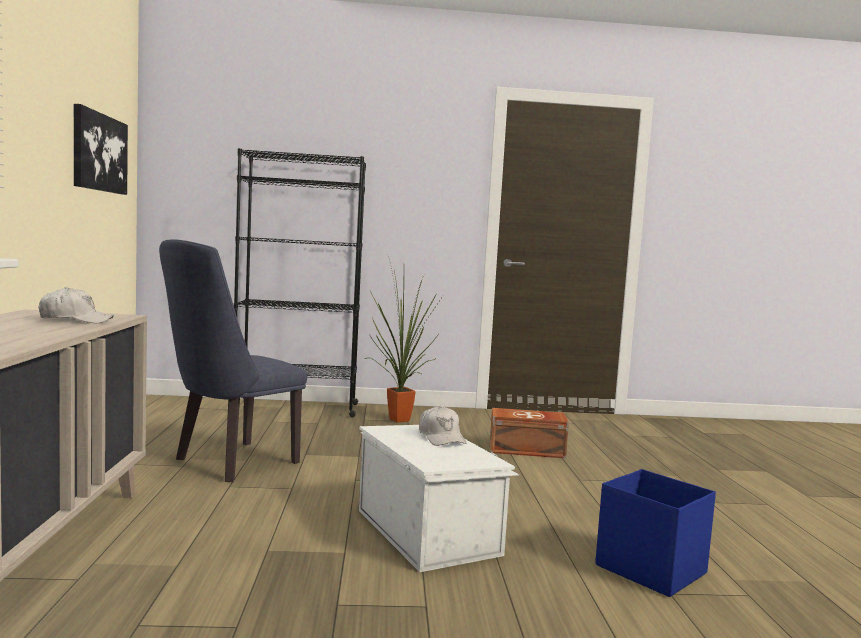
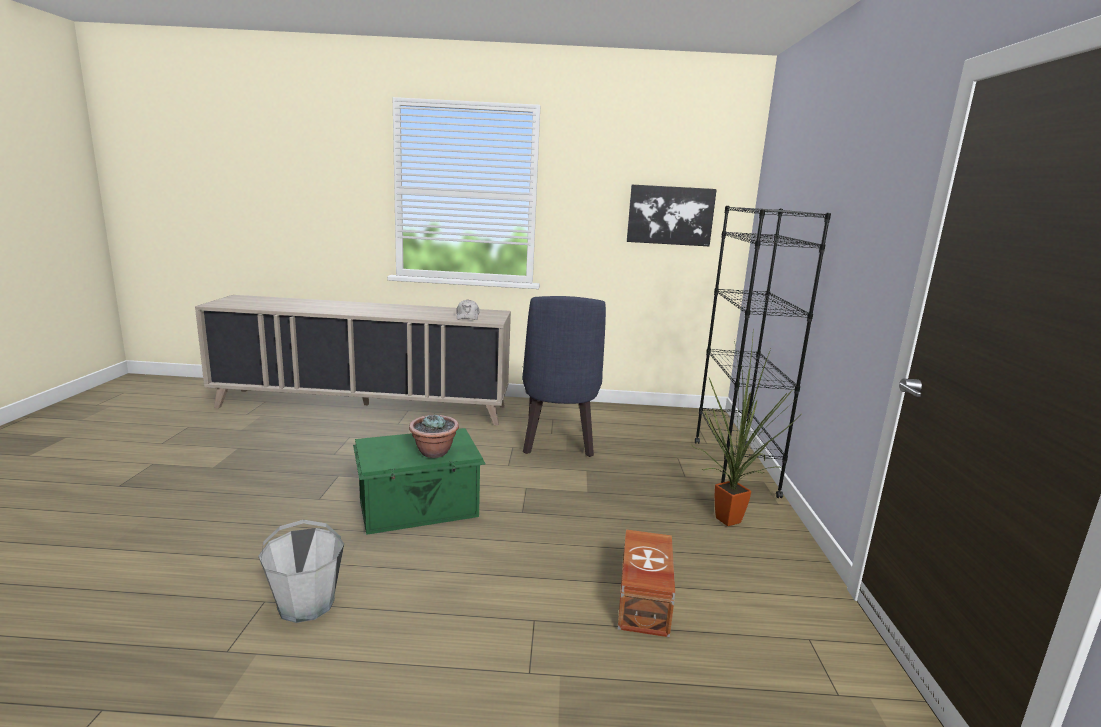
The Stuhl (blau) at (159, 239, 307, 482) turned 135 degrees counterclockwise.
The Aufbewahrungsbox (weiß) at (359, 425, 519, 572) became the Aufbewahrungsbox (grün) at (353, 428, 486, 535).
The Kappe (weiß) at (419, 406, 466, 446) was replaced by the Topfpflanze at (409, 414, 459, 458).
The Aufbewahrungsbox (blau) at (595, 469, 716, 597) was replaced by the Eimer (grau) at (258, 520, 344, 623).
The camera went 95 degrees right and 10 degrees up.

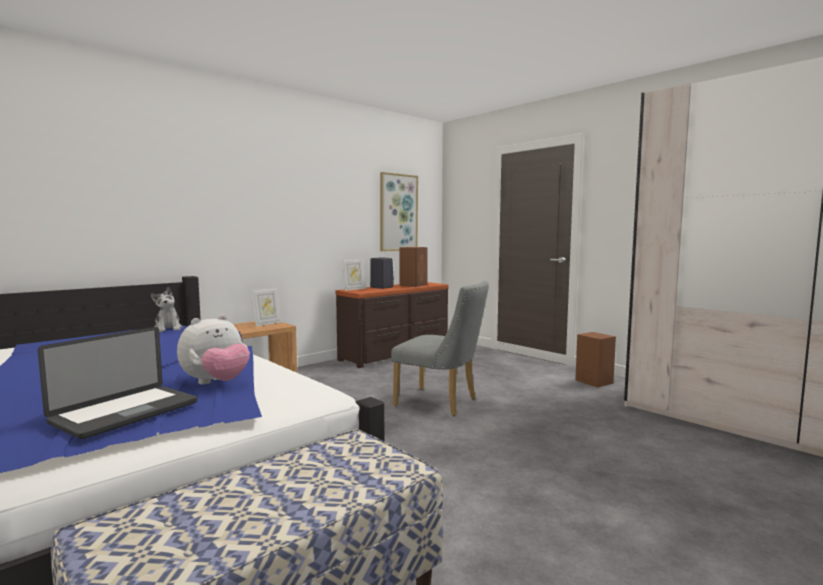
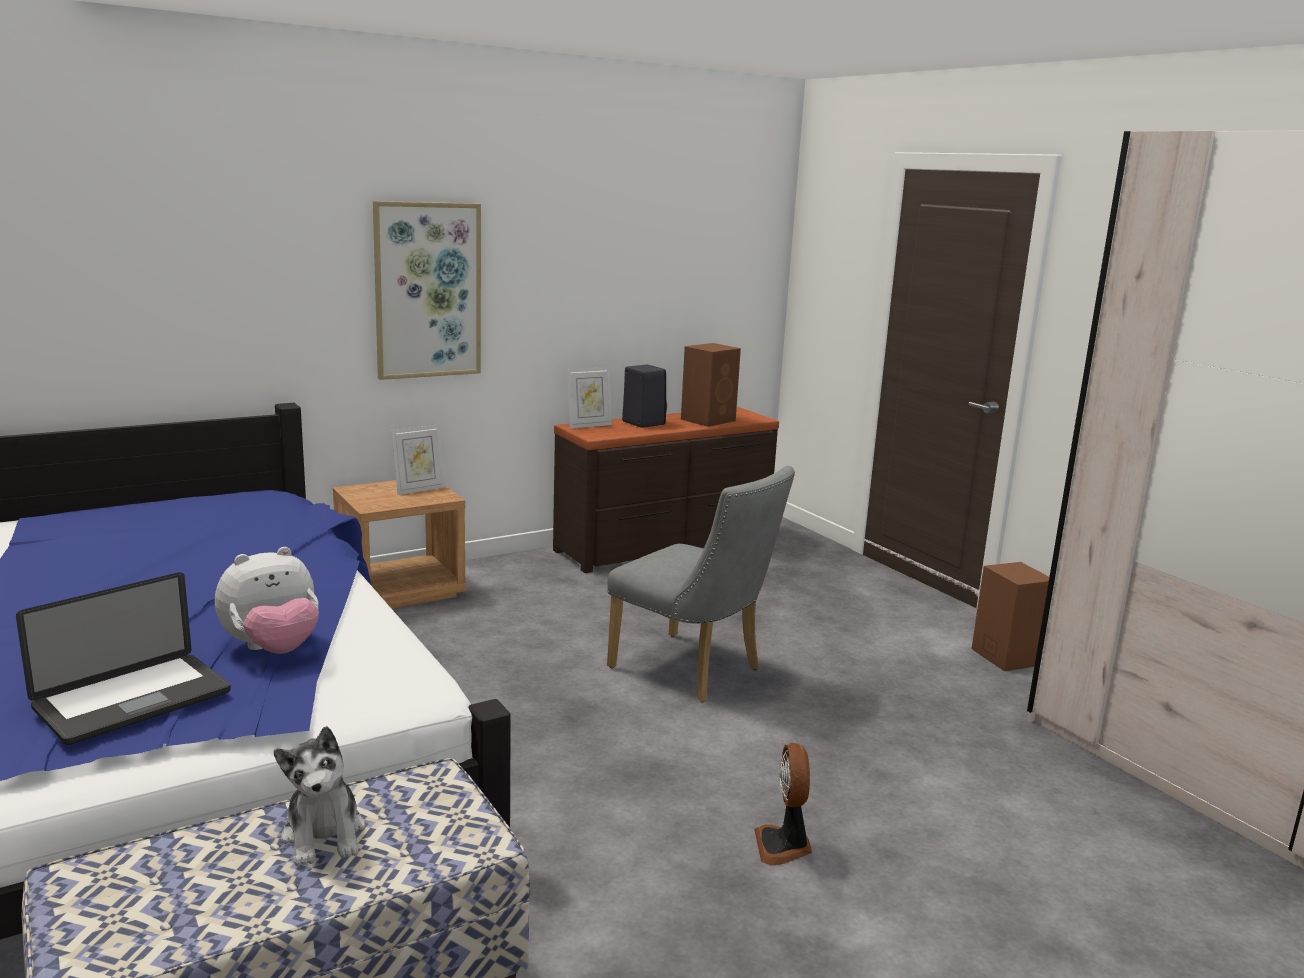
The Plüschtier moved from (151, 287, 183, 332) to (274, 726, 365, 866).
The Bild moved from (380, 172, 418, 251) to (373, 201, 481, 380).
The Ventilator at (754, 743, 812, 866) appeared.
The camera went 10 degrees right and 10 degrees up.

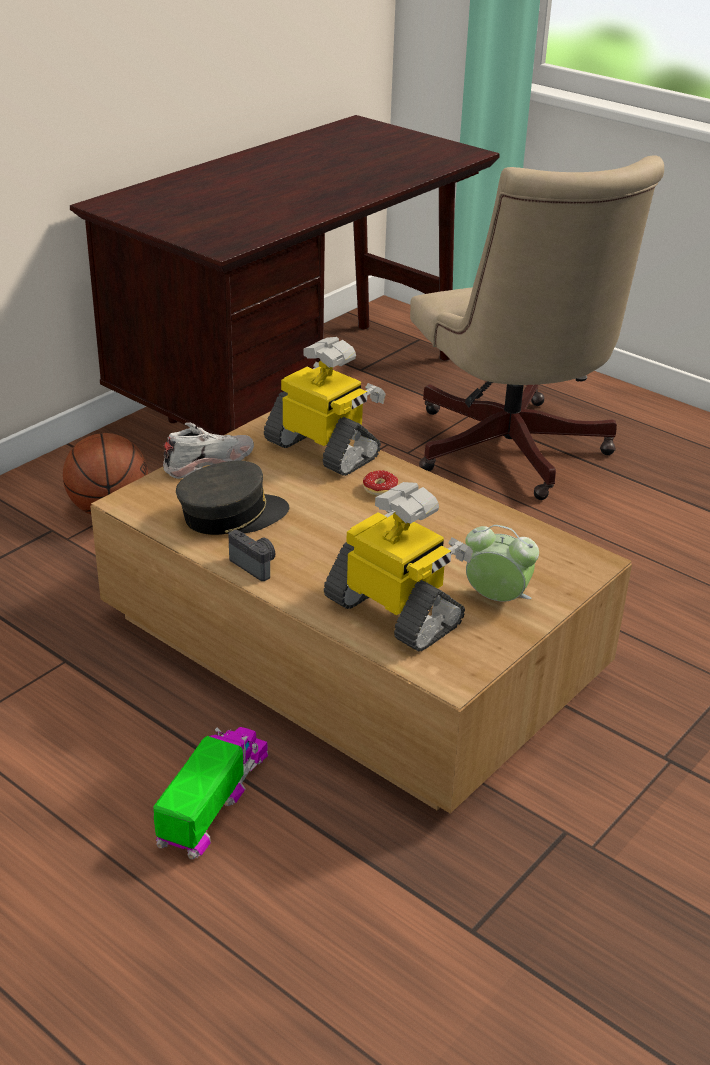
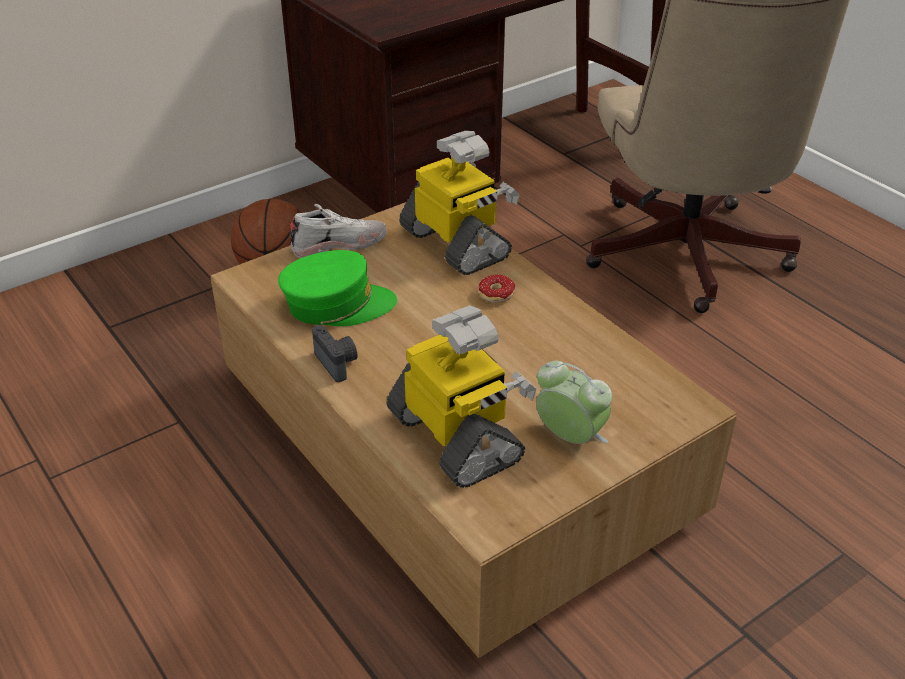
The Spielzeuglaster at (153, 727, 268, 859) disappeared.
The Kappe (grau) at (176, 461, 289, 535) became the Kappe (grün) at (278, 250, 397, 326).
The camera went 15 degrees right and 5 degrees up.

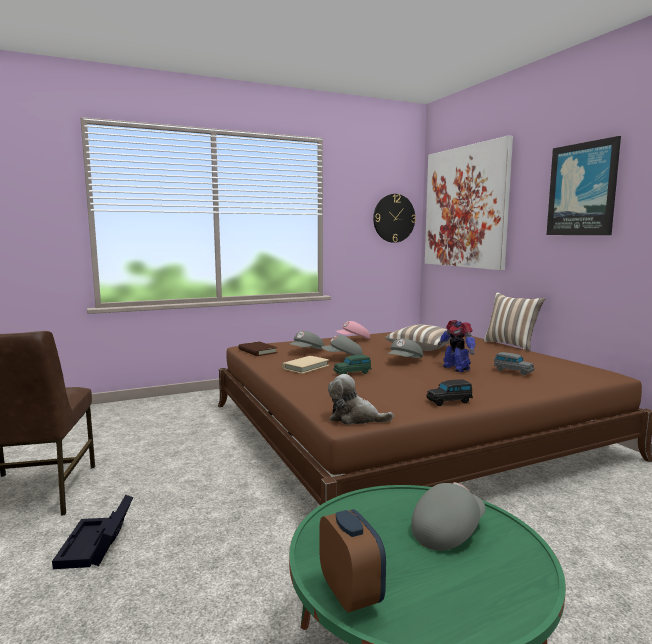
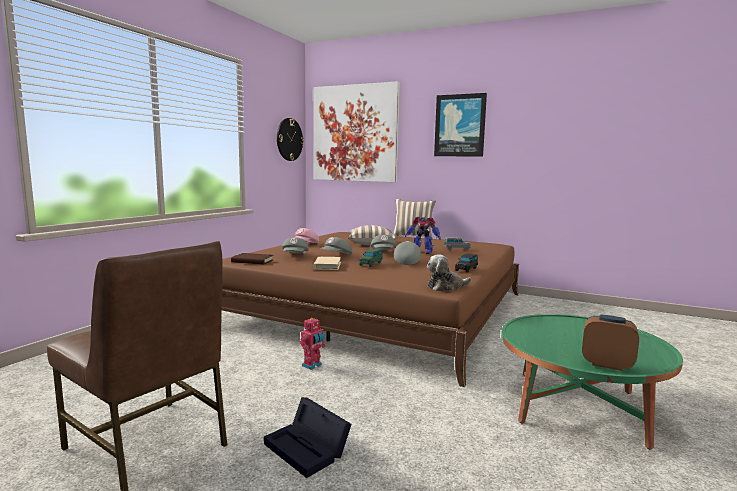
The Kappe (grau) moved from (411, 482, 486, 551) to (394, 241, 421, 265).
The Spielzeugroboter at (300, 317, 325, 370) appeared.
The camera went 40 degrees left and 0 degrees up.

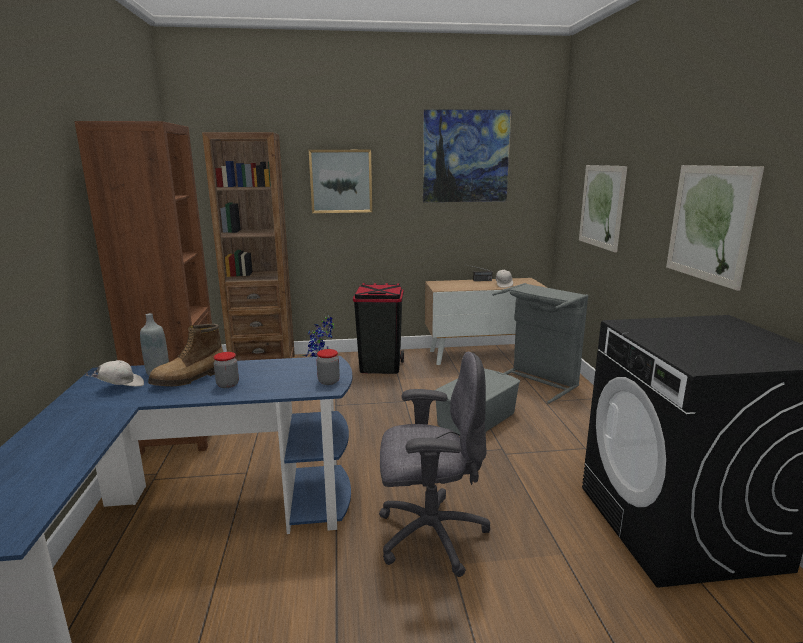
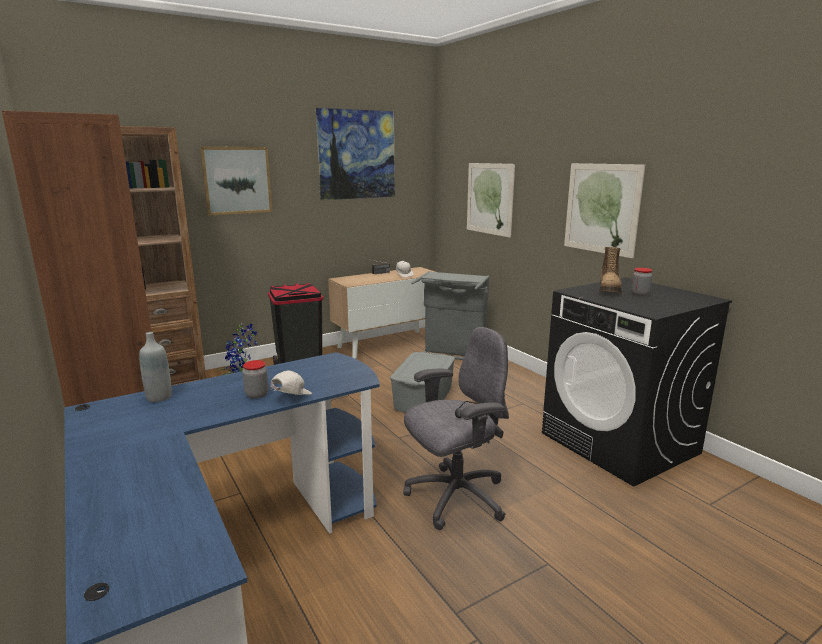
The Kappe (weiß) moved from (85, 360, 144, 387) to (271, 371, 312, 395).
The Stiefel moved from (148, 324, 223, 386) to (599, 247, 621, 293).
The Vorratsglas moved from (317, 349, 340, 385) to (631, 268, 653, 296).
The camera went 25 degrees left and 0 degrees up.

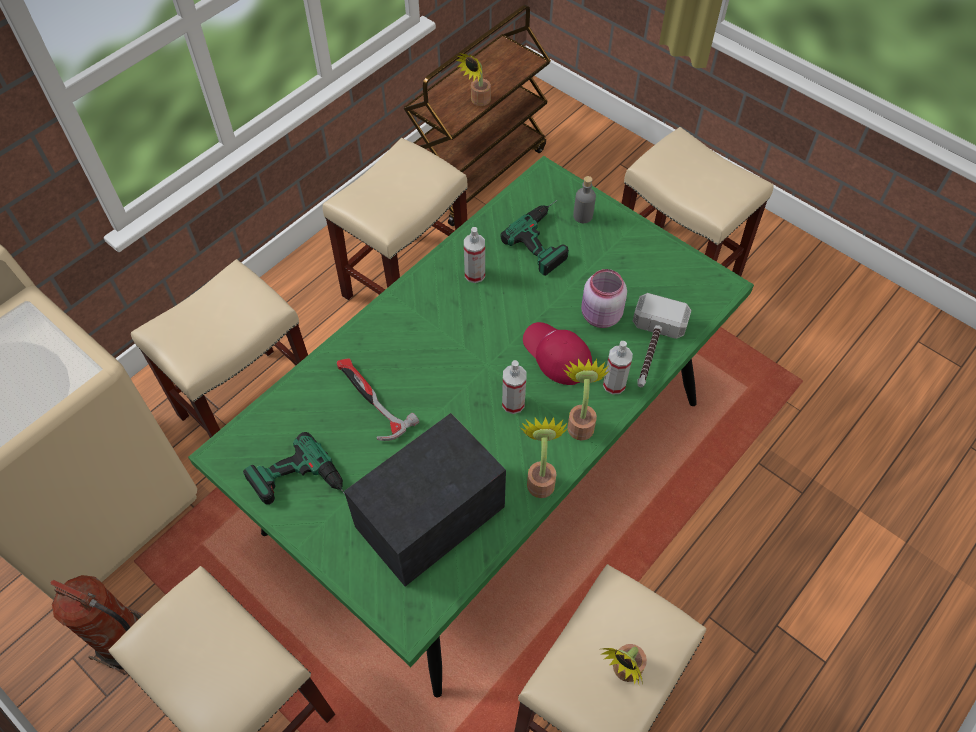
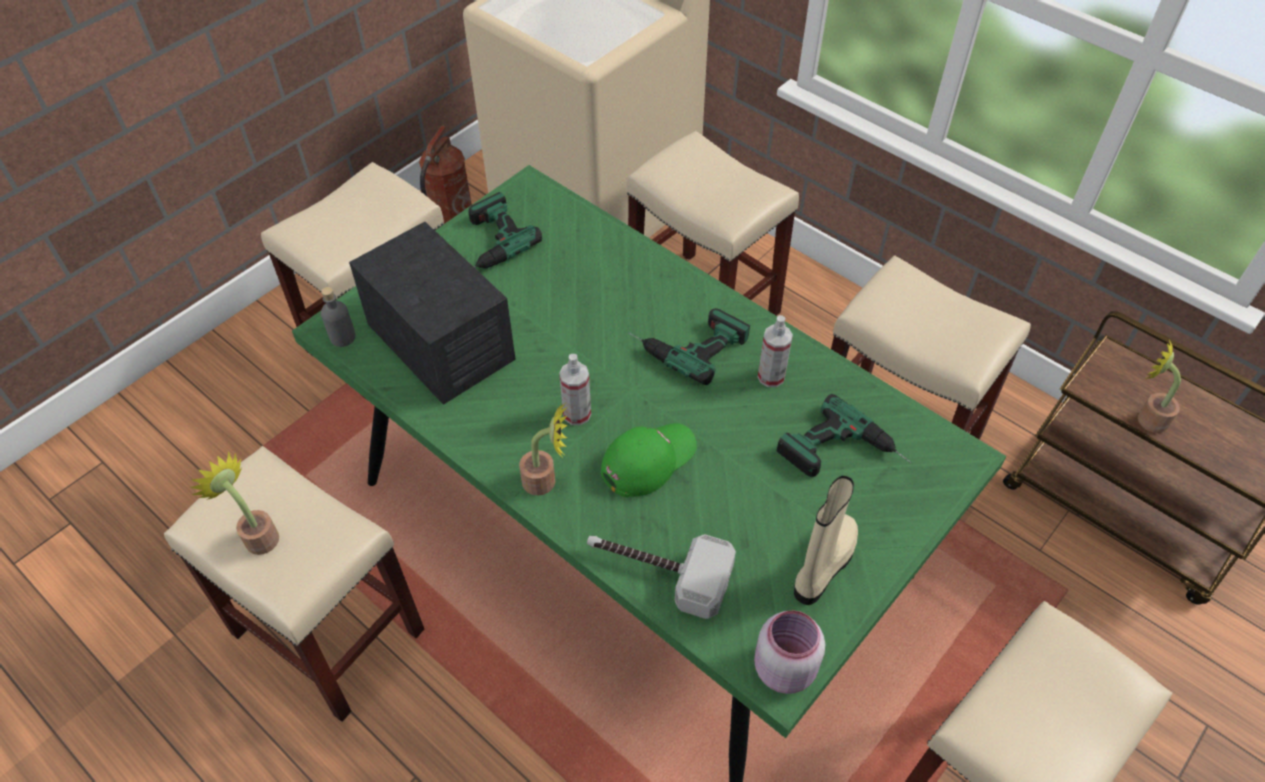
The Hammer at (337, 359, 419, 441) disappeared.
The Topfpflanze at (520, 417, 568, 498) disappeared.
The Kappe (rot) at (523, 322, 592, 385) became the Kappe (grün) at (601, 423, 697, 498).
The Flasche (grau) moved from (573, 176, 596, 223) to (321, 287, 356, 347).
The Vorratsglas (rosa) moved from (581, 269, 627, 328) to (754, 611, 825, 694).
The Sprühflasche at (603, 341, 633, 395) disappeared.
The Bohrmaschine at (628, 308, 750, 385) appeared.
The Stiefel (beige) at (794, 476, 858, 605) appeared.
The camera went 90 degrees right and 5 degrees down.

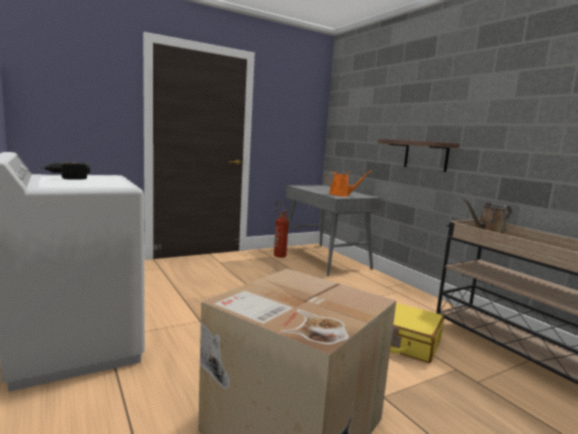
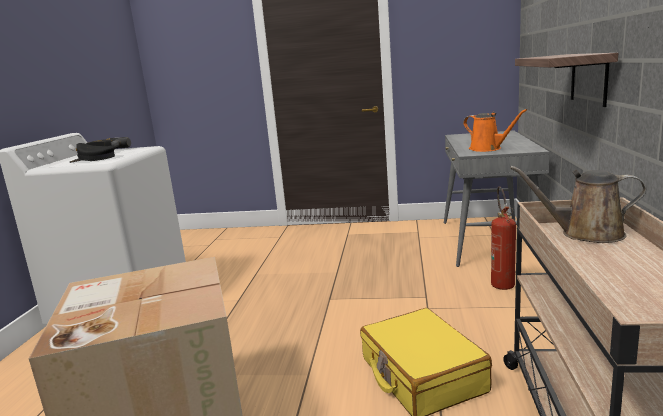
The Feuerlöscher moved from (274, 201, 289, 258) to (491, 186, 516, 290).
The Kappe (schwarz) at (69, 143, 116, 163) appeared.
The camera went 40 degrees right and 5 degrees up.

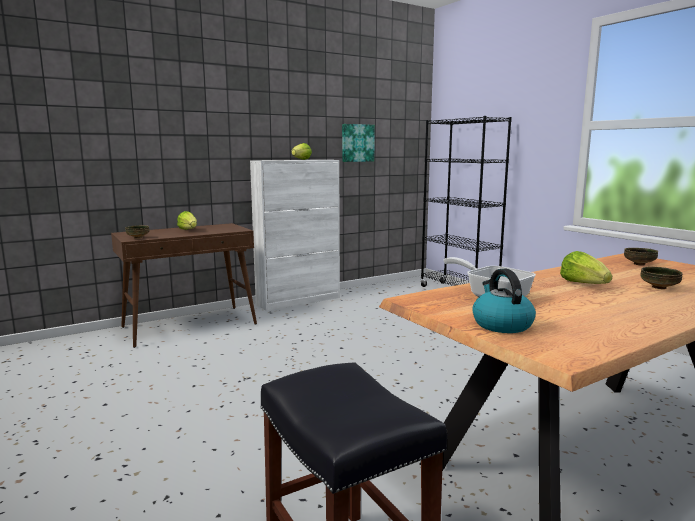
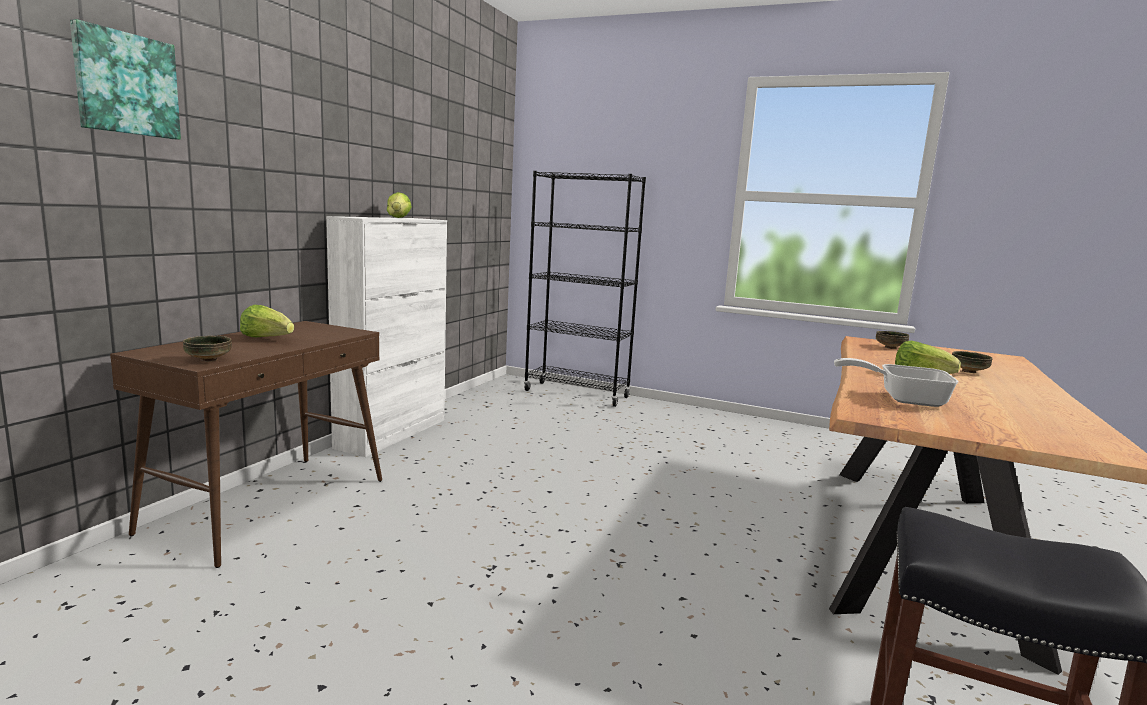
The Bild moved from (342, 124, 375, 162) to (70, 19, 181, 139).
The Wasserkessel at (472, 269, 536, 333) disappeared.
The camera went 35 degrees left and 0 degrees up.

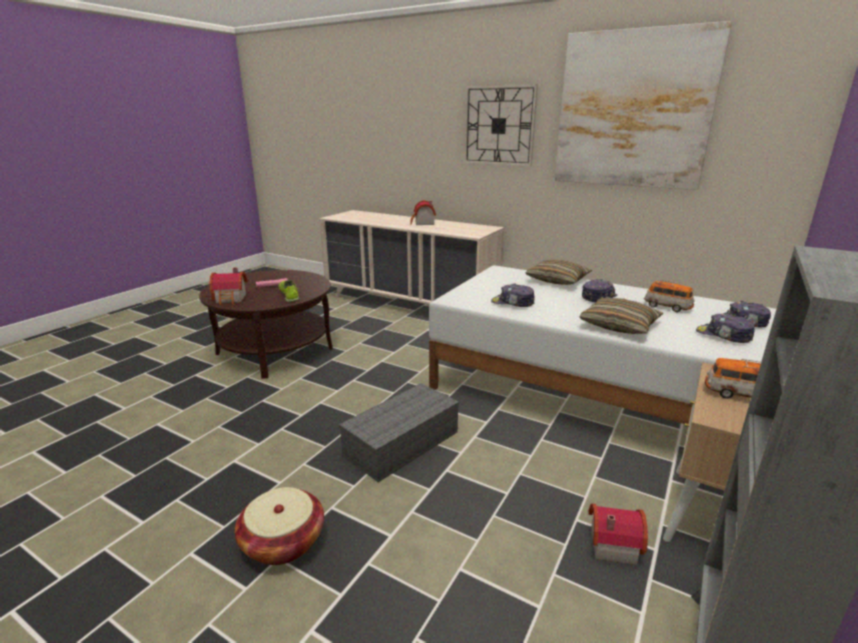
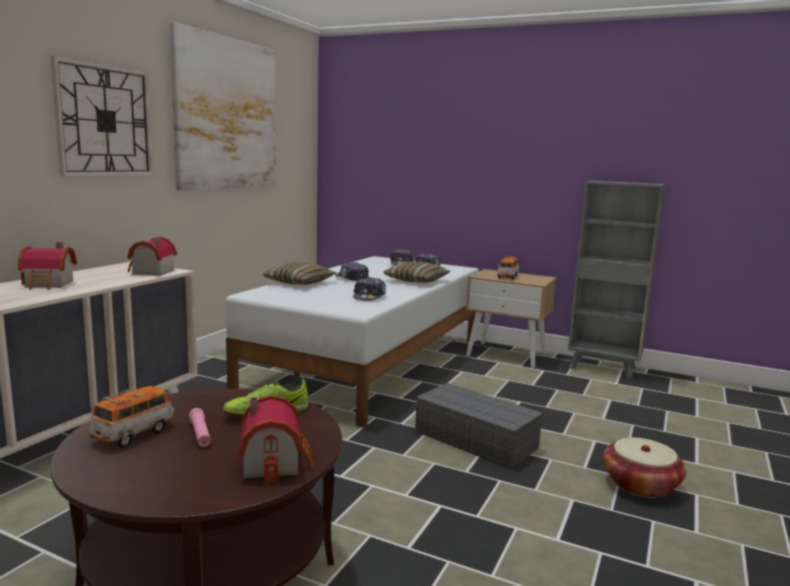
The Spielzeughaus moved from (588, 504, 648, 565) to (127, 237, 177, 276).
The Spielzeugauto moved from (644, 280, 695, 312) to (89, 386, 175, 448).
The camera went 95 degrees left and 10 degrees down.

